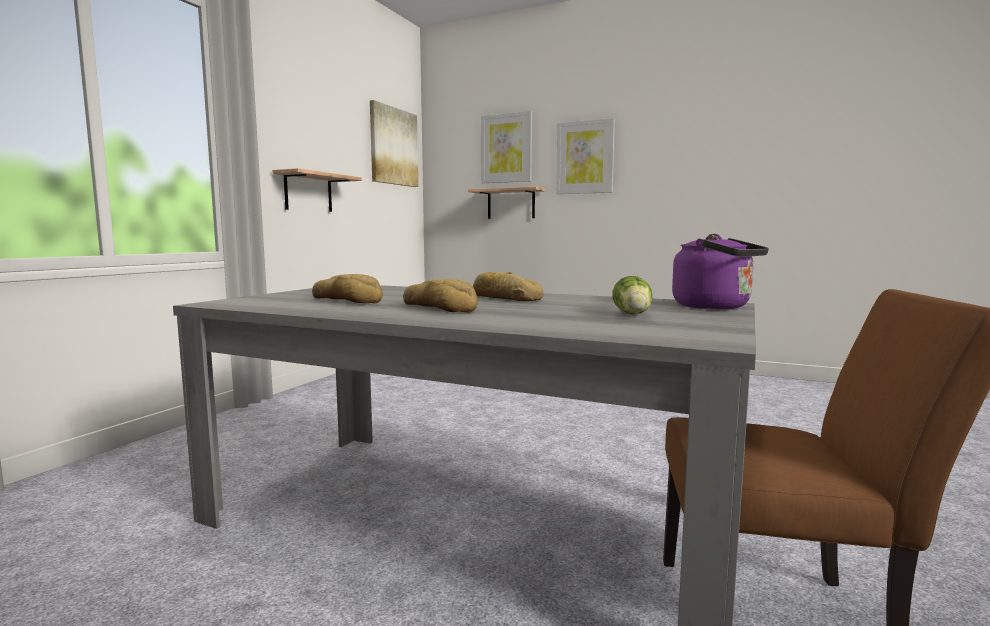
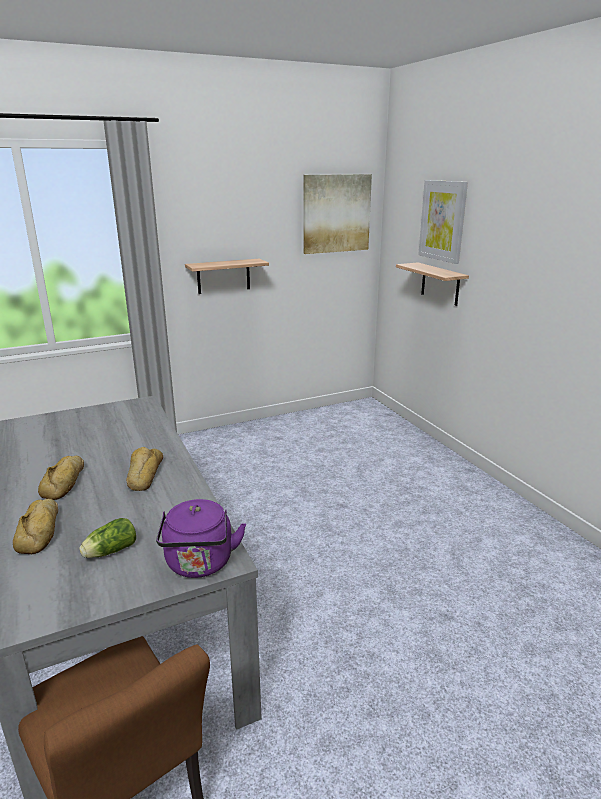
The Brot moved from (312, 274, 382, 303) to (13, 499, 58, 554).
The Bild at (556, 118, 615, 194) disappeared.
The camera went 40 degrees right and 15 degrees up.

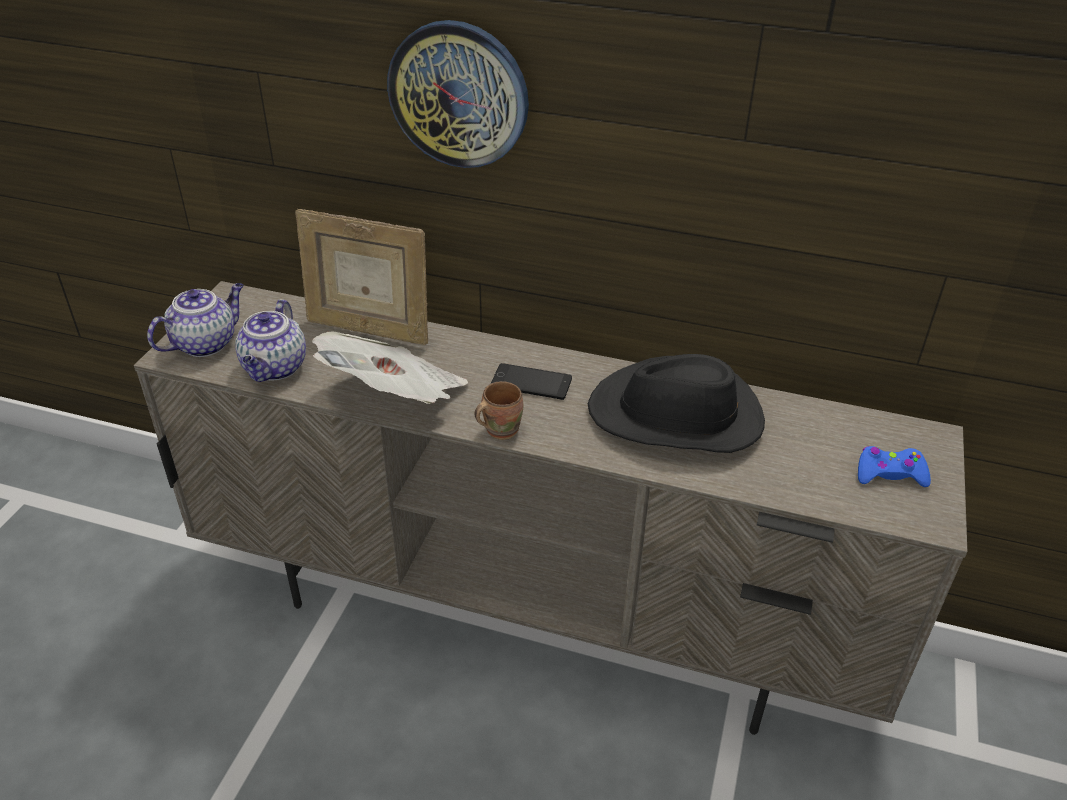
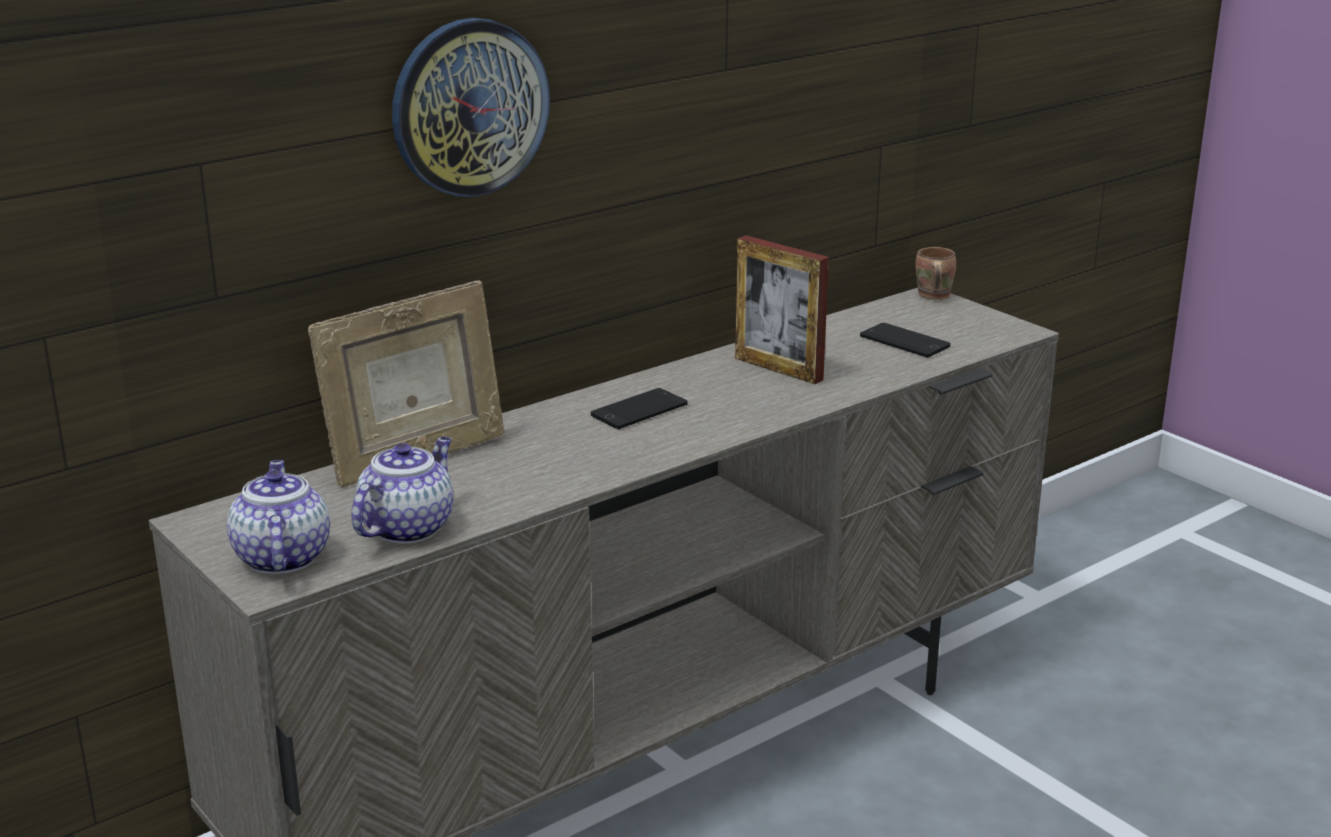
The Teekanne at (235, 299, 306, 382) turned 105 degrees counterclockwise.
The Zeitung at (312, 331, 468, 404) disappeared.
The Henkelbecher (braun) moved from (475, 381, 524, 440) to (915, 247, 956, 300).
The Hut (schwarz) at (588, 354, 765, 453) was replaced by the Bilderrahmen at (735, 235, 829, 384).
The Gamepad (blau) at (858, 446, 931, 487) disappeared.
The Handy at (860, 323, 950, 357) appeared.
The camera went 55 degrees left and 15 degrees down.

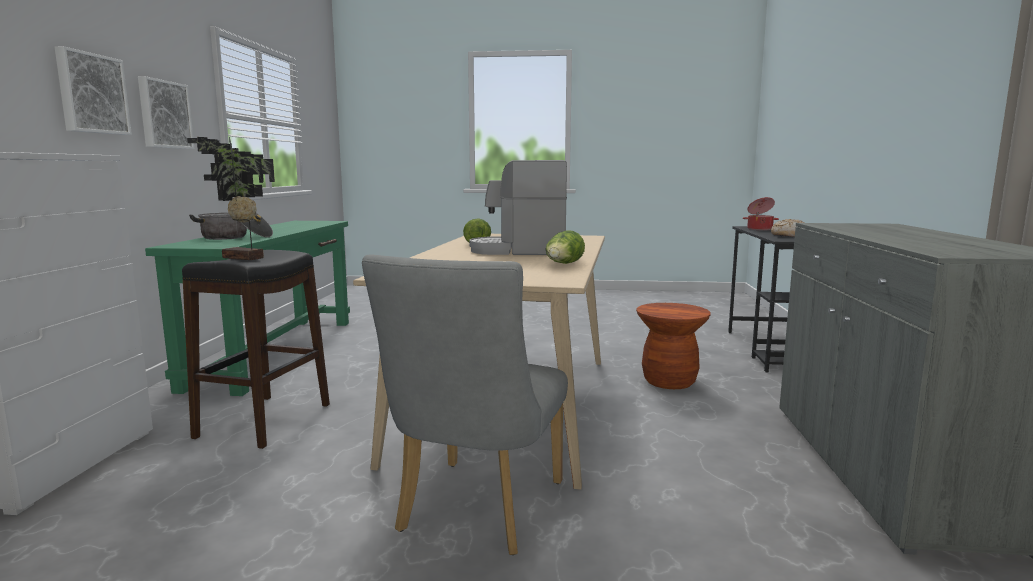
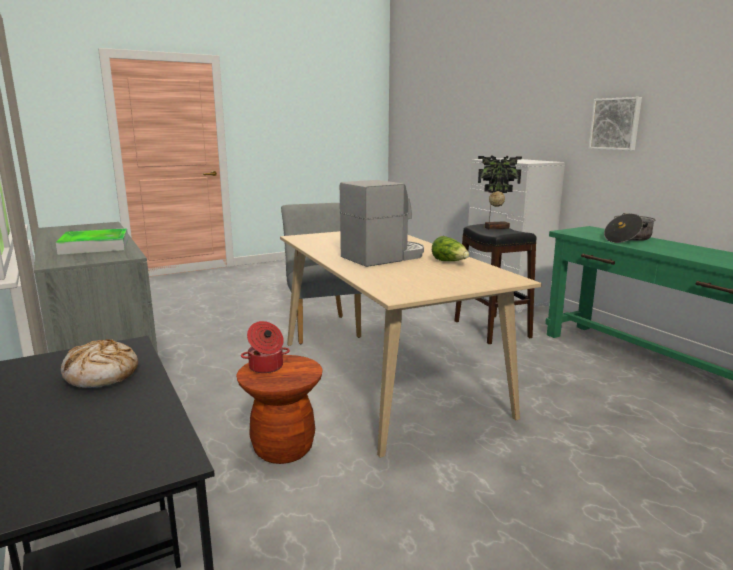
The Bild at (138, 76, 194, 149) disappeared.
The Salatkopf at (545, 230, 585, 264) disappeared.
The Kochtopf moved from (743, 197, 779, 230) to (241, 321, 290, 373).
The Tablett at (56, 228, 128, 255) appeared.
The camera went 145 degrees right and 5 degrees up.

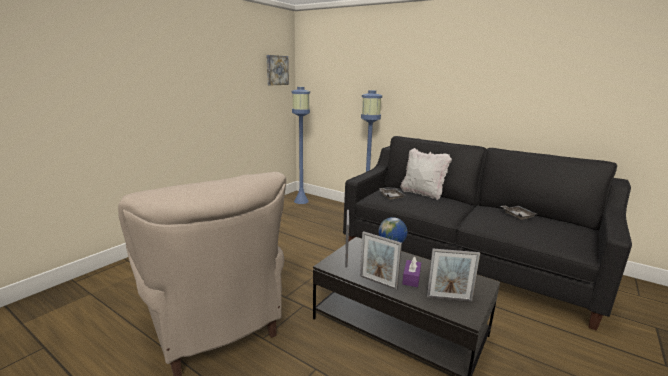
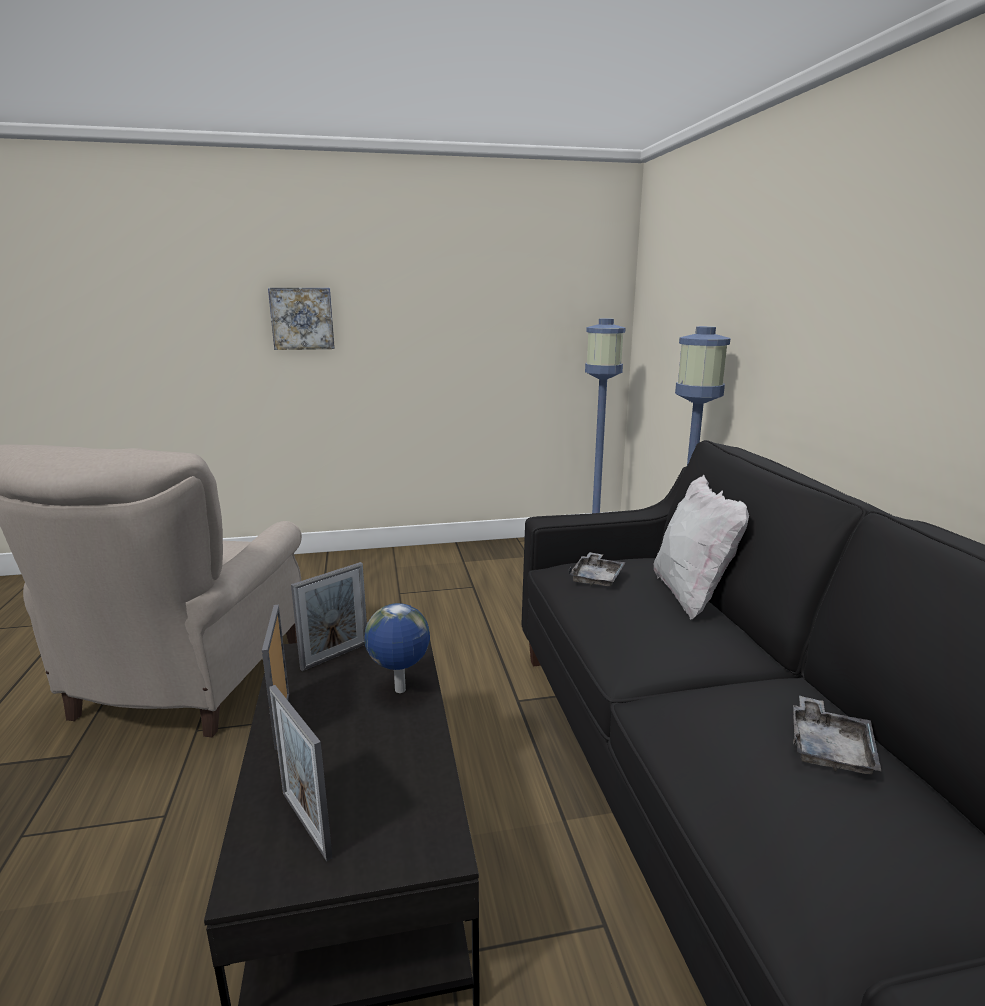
The Bild moved from (267, 55, 289, 85) to (268, 288, 335, 350).
The Taschentuchbox (lila) at (402, 257, 421, 287) disappeared.
The camera went 45 degrees right and 0 degrees up.

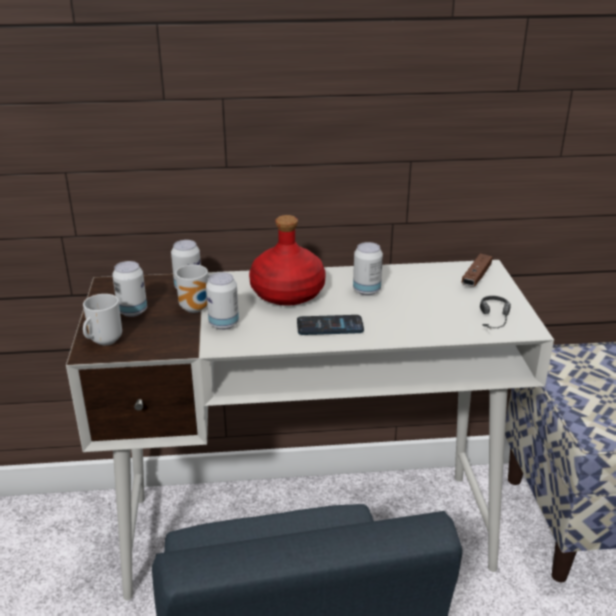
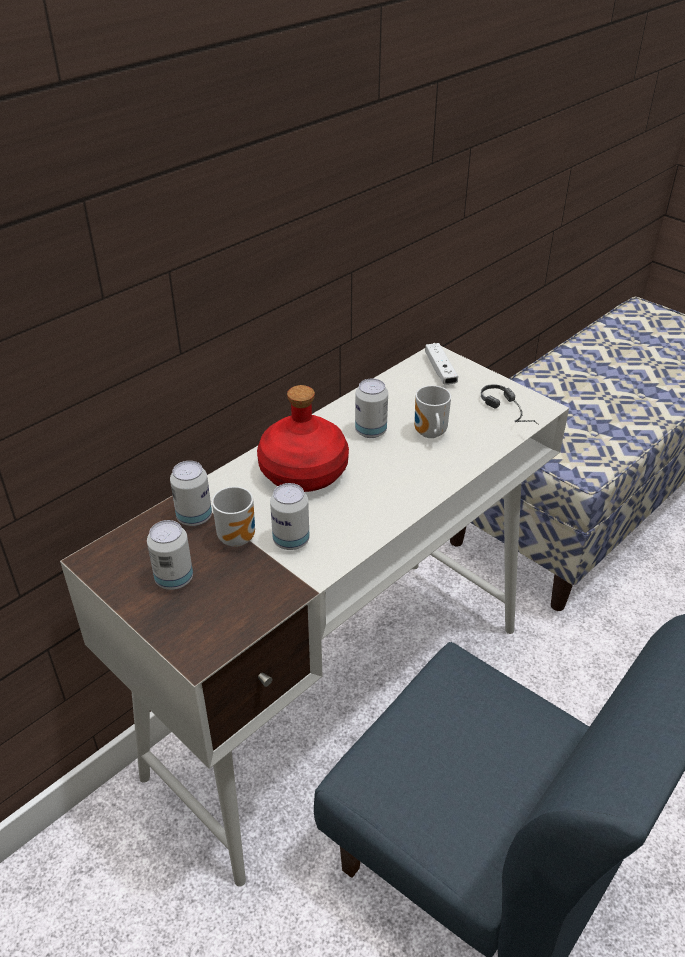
The Henkelbecher moved from (83, 294, 122, 345) to (414, 385, 451, 438).
The Handy at (297, 315, 364, 335) disappeared.
The Gamepad (braun) at (461, 254, 492, 287) became the Gamepad (weiß) at (425, 343, 458, 385).
The camera went 40 degrees left and 10 degrees up.

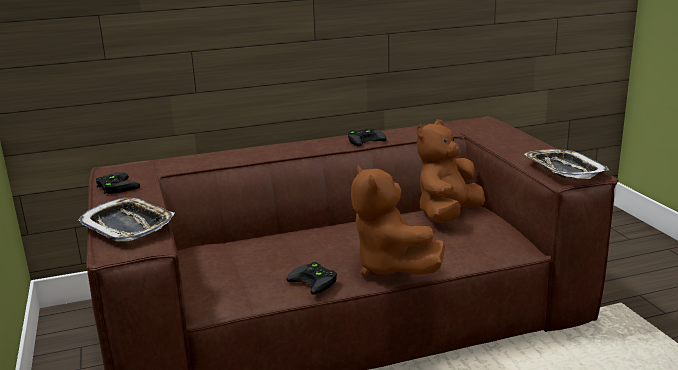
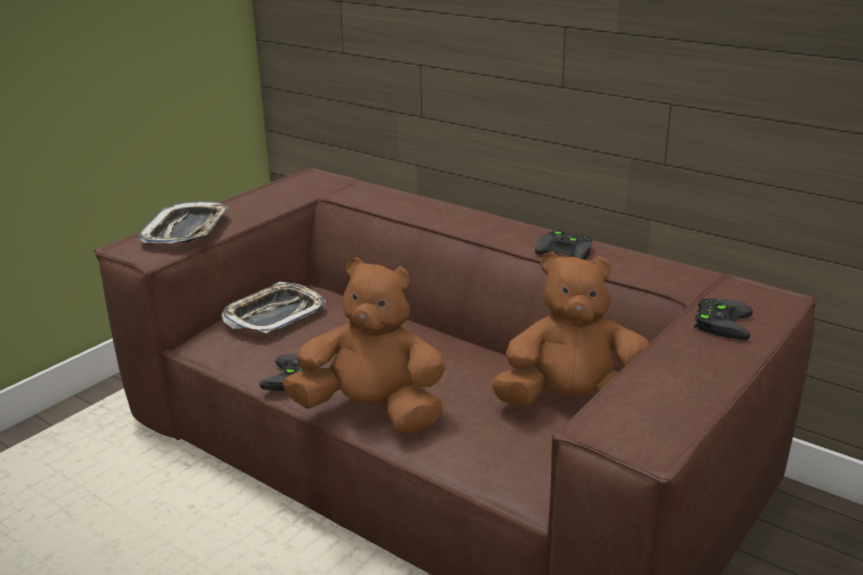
The Gamepad (schwarz) moved from (96, 172, 140, 194) to (694, 299, 753, 340).
The Plüschtier (braun) at (351, 165, 445, 276) turned 75 degrees clockwise.
The Tablett moved from (525, 149, 609, 179) to (222, 282, 326, 334).
The camera went 55 degrees right and 5 degrees up.

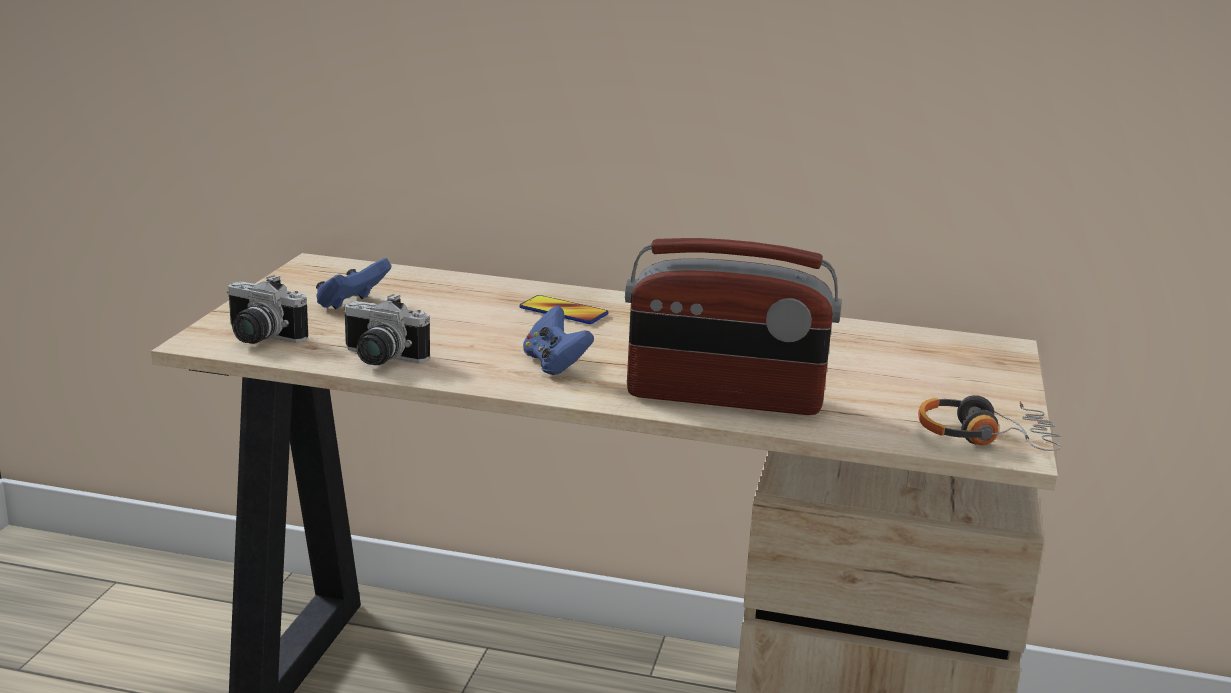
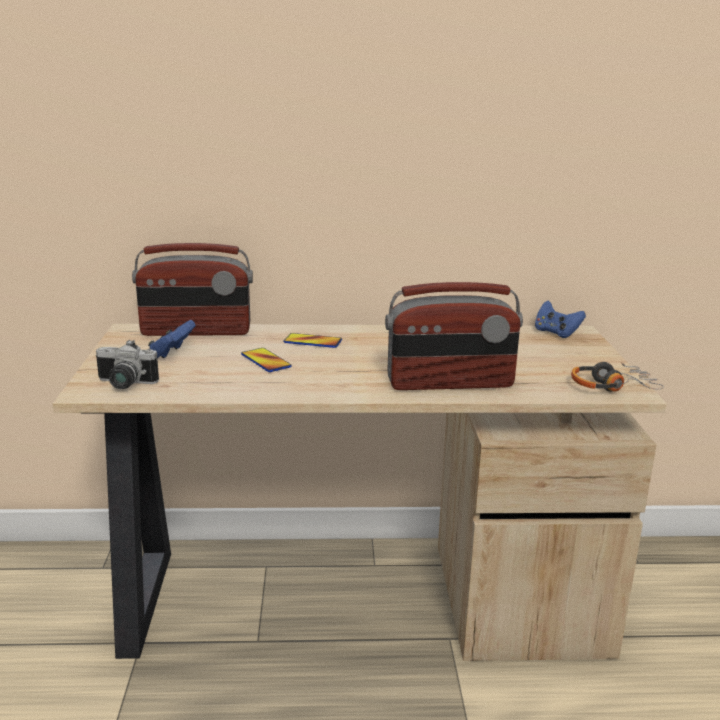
The Kamera at (344, 294, 430, 365) disappeared.
The Gamepad (blau) moved from (523, 305, 594, 375) to (535, 301, 586, 338).
The Radio at (132, 243, 253, 336) appeared.
The Handy at (241, 348, 292, 372) appeared.
The camera went 15 degrees left and 0 degrees up.

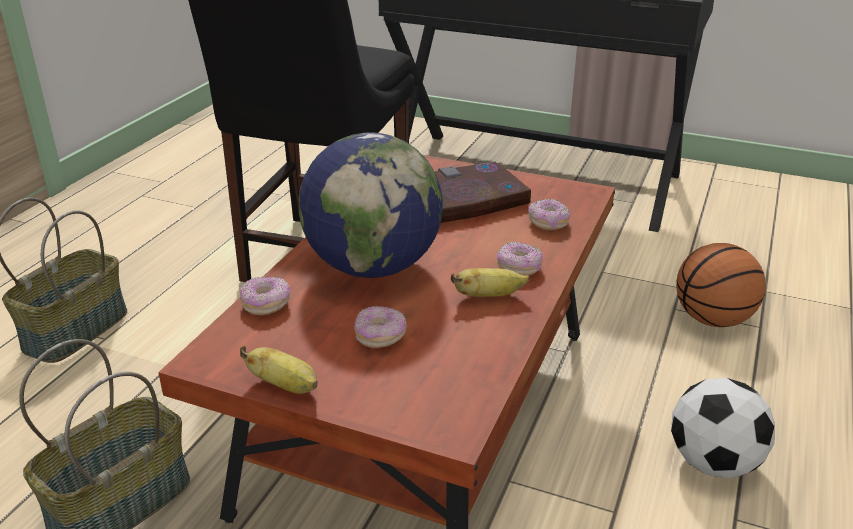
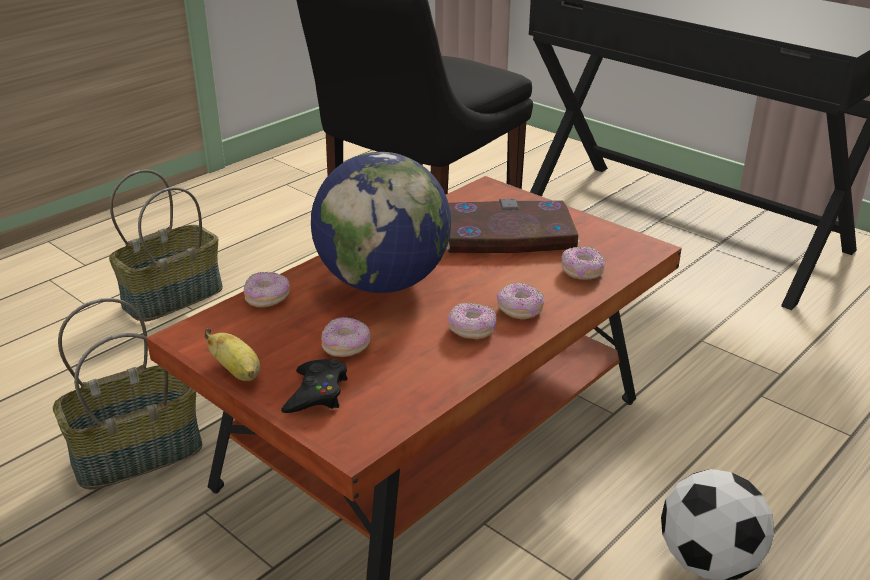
The Banane at (451, 268, 529, 297) was replaced by the Donut at (448, 303, 496, 339).
The Basketball at (676, 243, 766, 327) disappeared.
The Gamepad (schwarz) at (281, 359, 347, 413) appeared.
The camera went 20 degrees right and 0 degrees up.

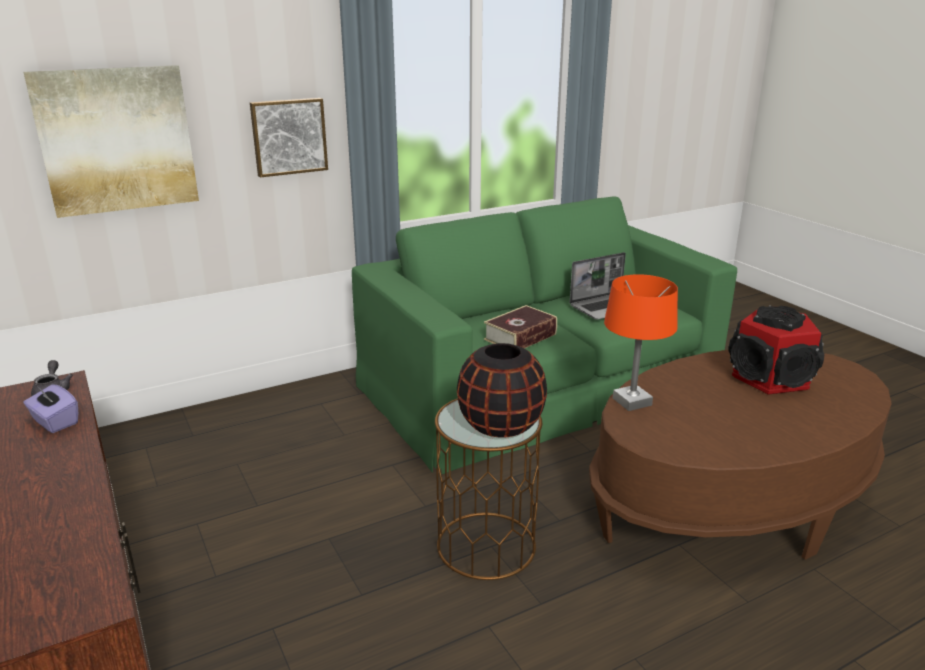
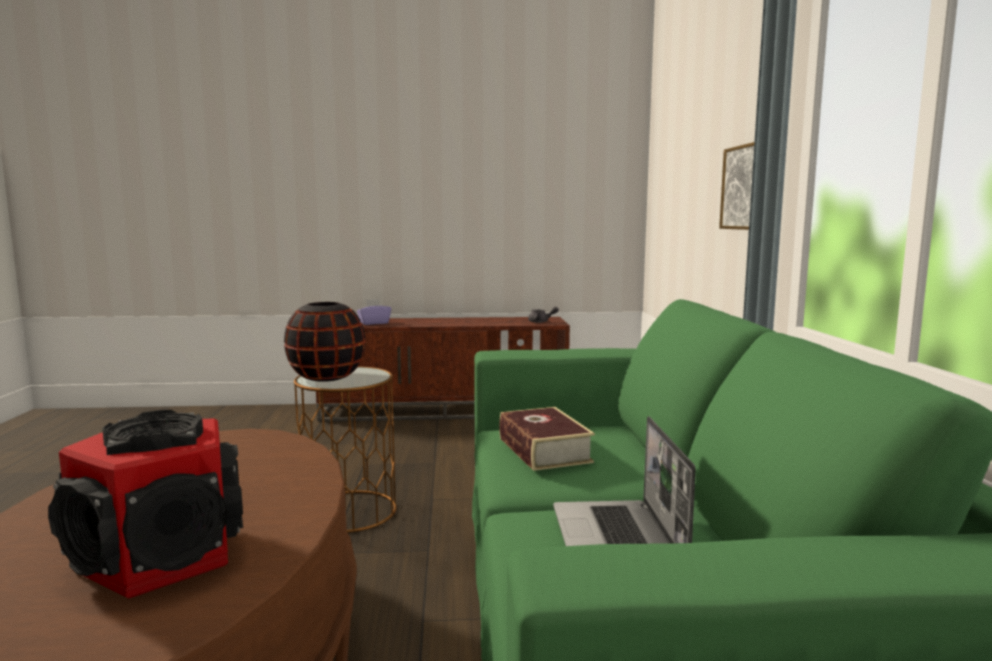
The Taschentuchbox (lila) moved from (23, 384, 78, 433) to (357, 299, 391, 325).
The Bild at (24, 65, 199, 218) disappeared.
The Tischlampe (orange) at (604, 274, 678, 411) disappeared.
The camera went 115 degrees right and 15 degrees down.

